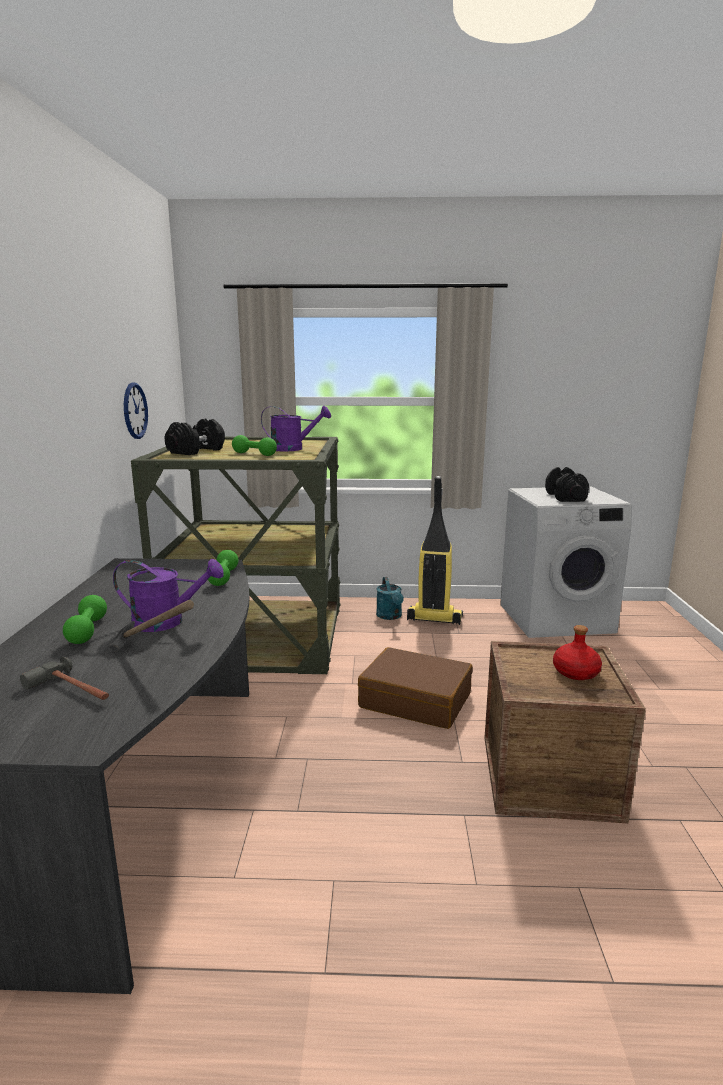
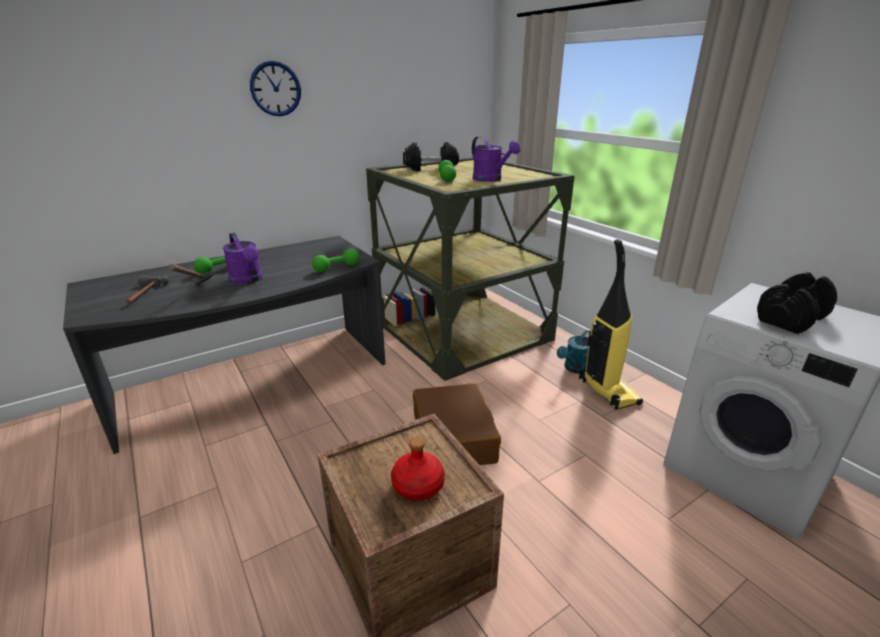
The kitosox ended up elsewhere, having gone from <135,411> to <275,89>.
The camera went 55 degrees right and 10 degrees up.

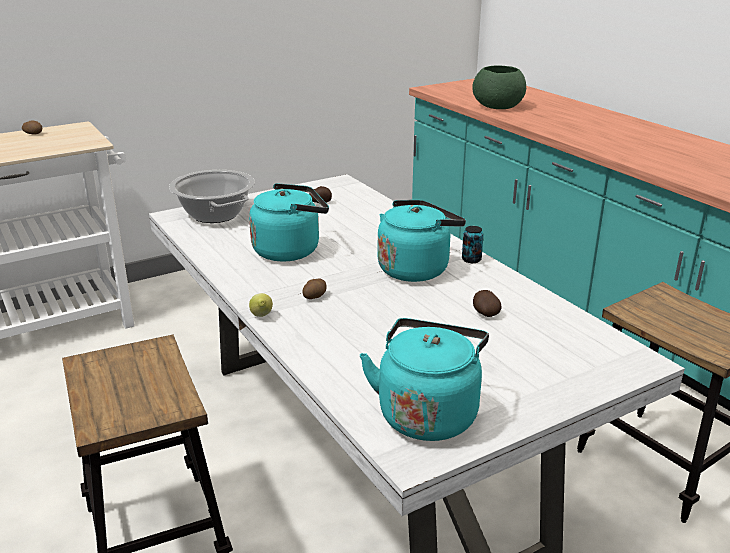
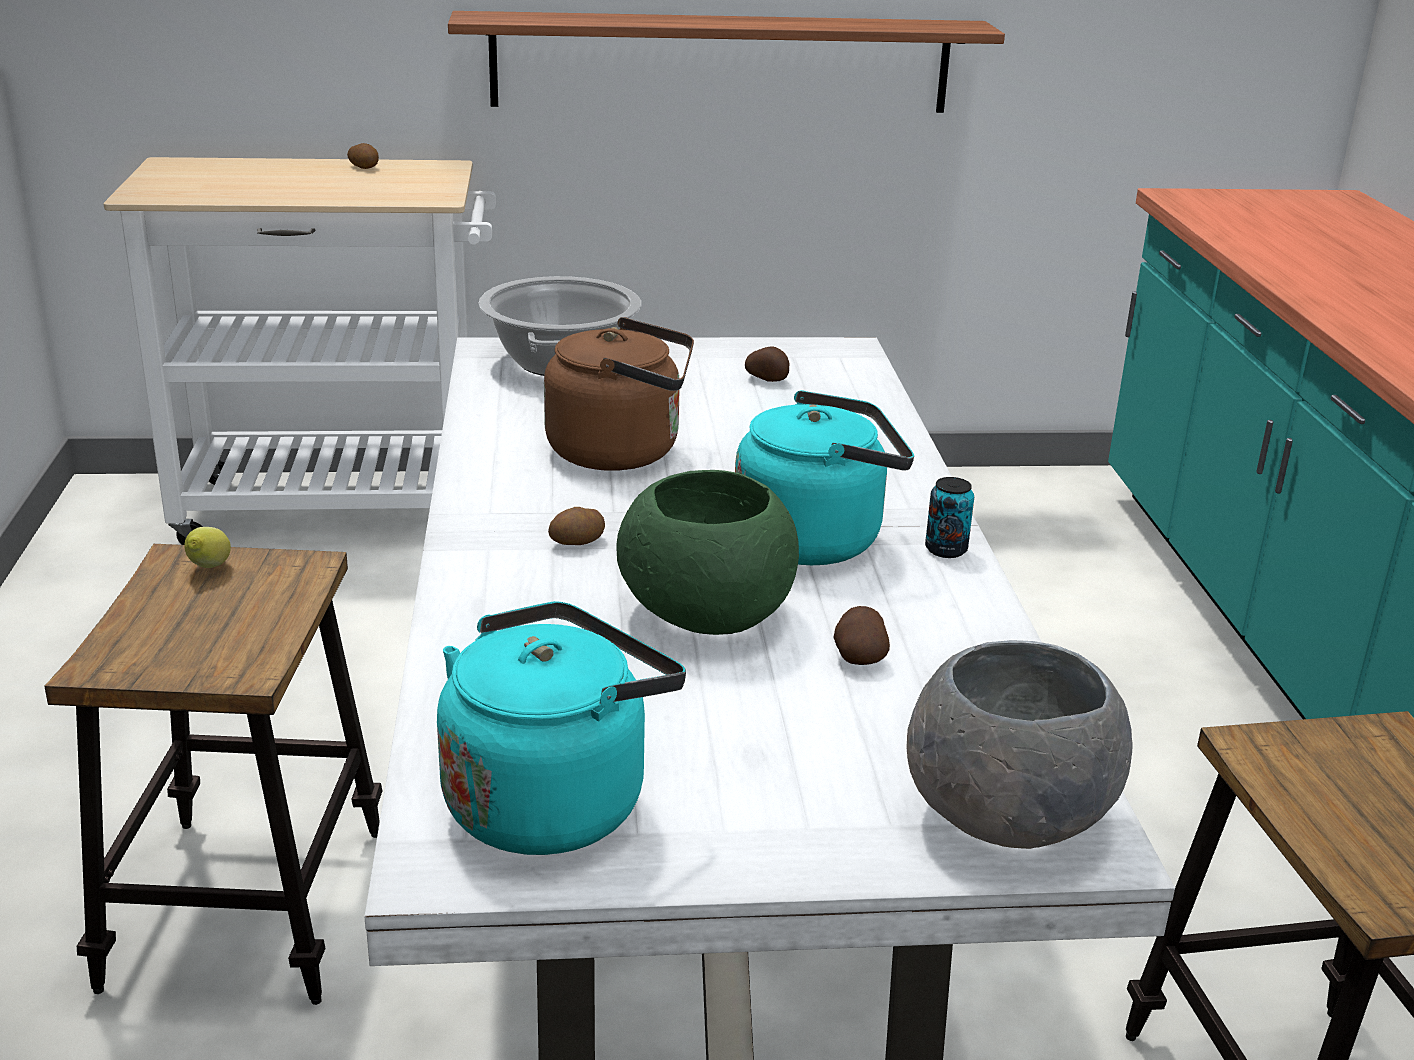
The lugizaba ended up elsewhere, having gone from <261,316> to <208,568>.
The second view gained the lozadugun at <721,63>.
What was the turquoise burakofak at <290,250> turned into the brown burakofak at <622,452>.
The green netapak ended up elsewhere, having gone from <496,107> to <704,612>.
The second view gained the grey netapak at <1006,816>.
The camera went 25 degrees right and 0 degrees up.

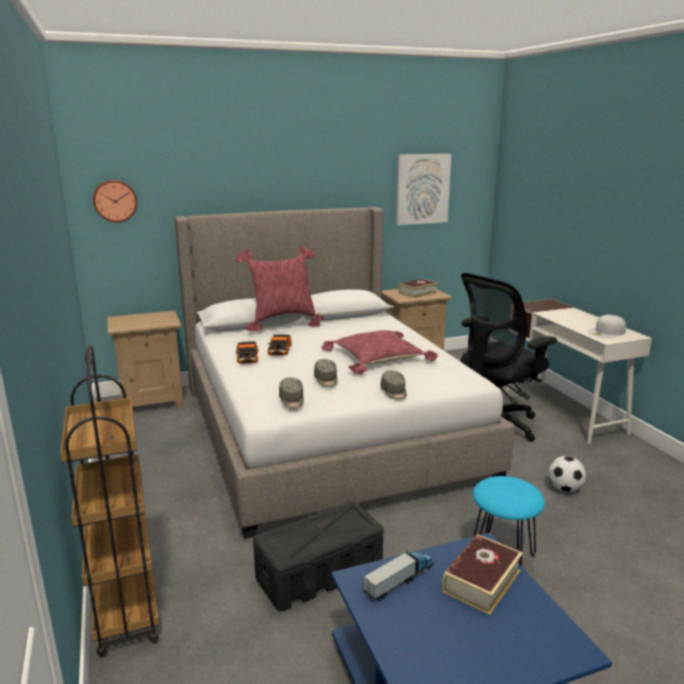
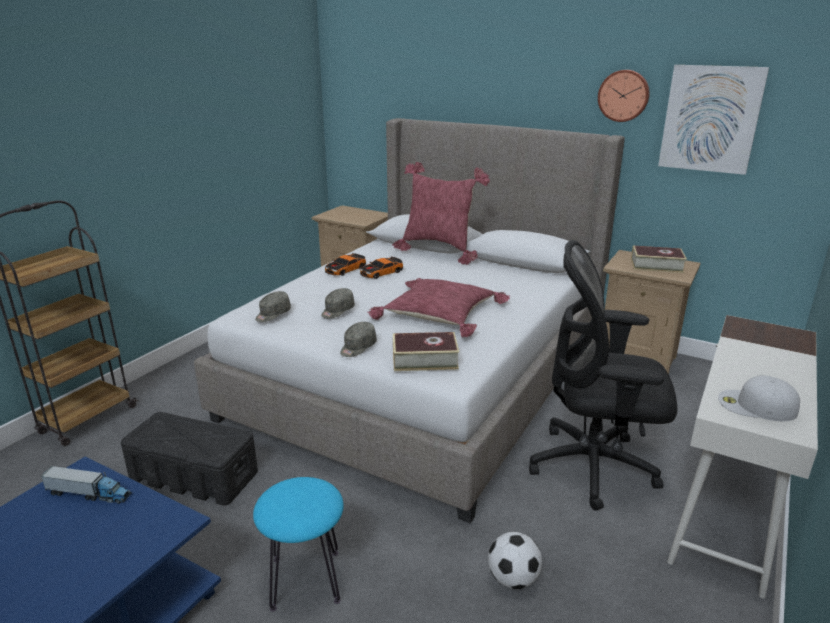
The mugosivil ended up elsewhere, having gone from <481,581> to <424,359>.
The kitosox ended up elsewhere, having gone from <115,201> to <623,95>.
The camera went 50 degrees right and 5 degrees up.

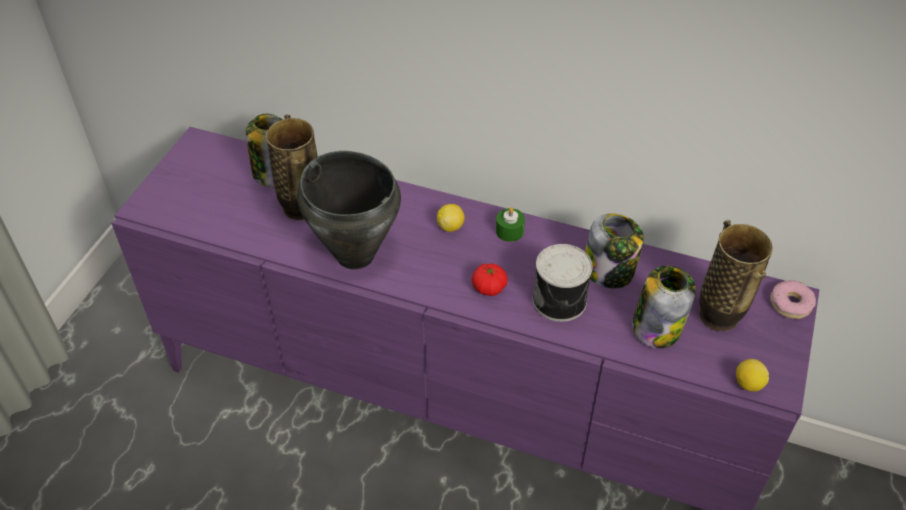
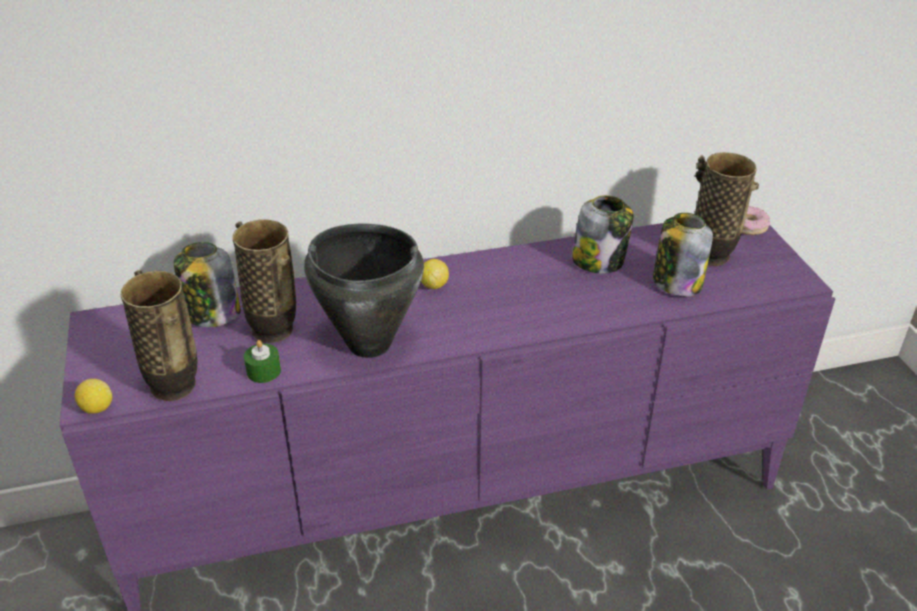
The lugizaba ended up elsewhere, having gone from <748,384> to <97,408>.
The second view gained the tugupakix at <174,386>.
The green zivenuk ended up elsewhere, having gone from <509,231> to <263,371>.
The second view lost the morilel at <489,287>.
The second view lost the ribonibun at <561,300>.
The camera went 35 degrees left and 10 degrees down.

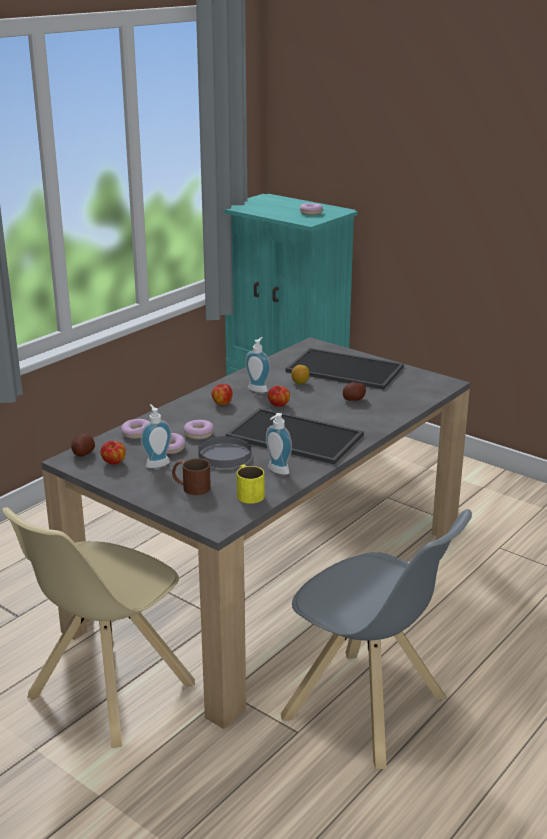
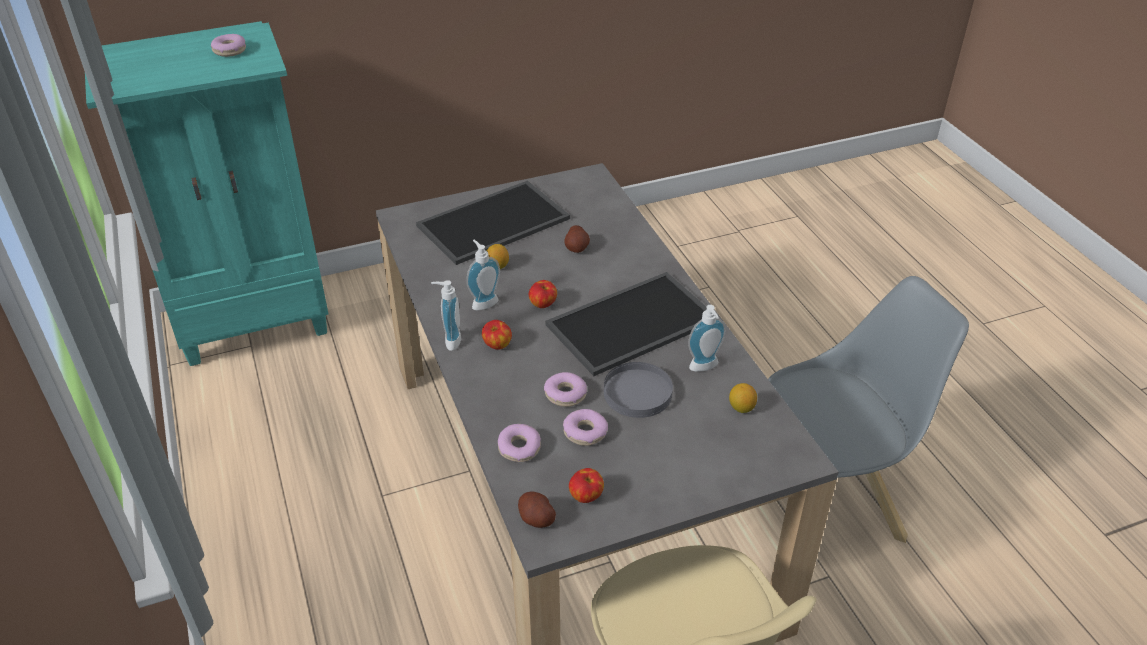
The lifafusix ended up elsewhere, having gone from <156,463> to <449,340>.
Where the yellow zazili stood at <248,493>, the lugizaba came to stand at <741,408>.
The second view lost the brown zazili at <190,486>.
The camera went 60 degrees left and 15 degrees up.

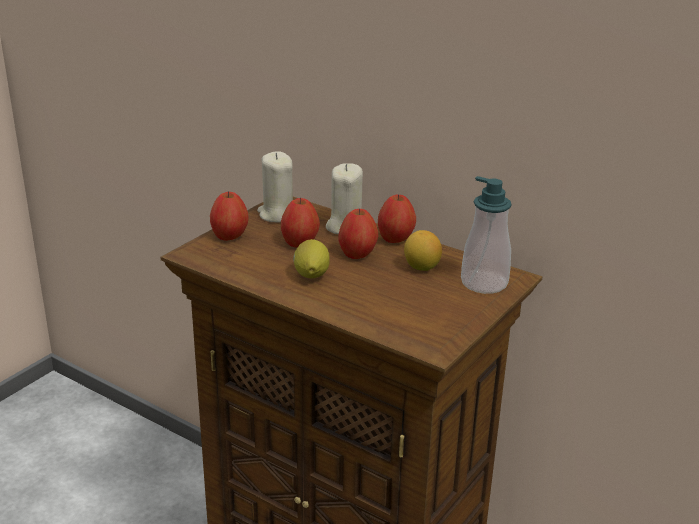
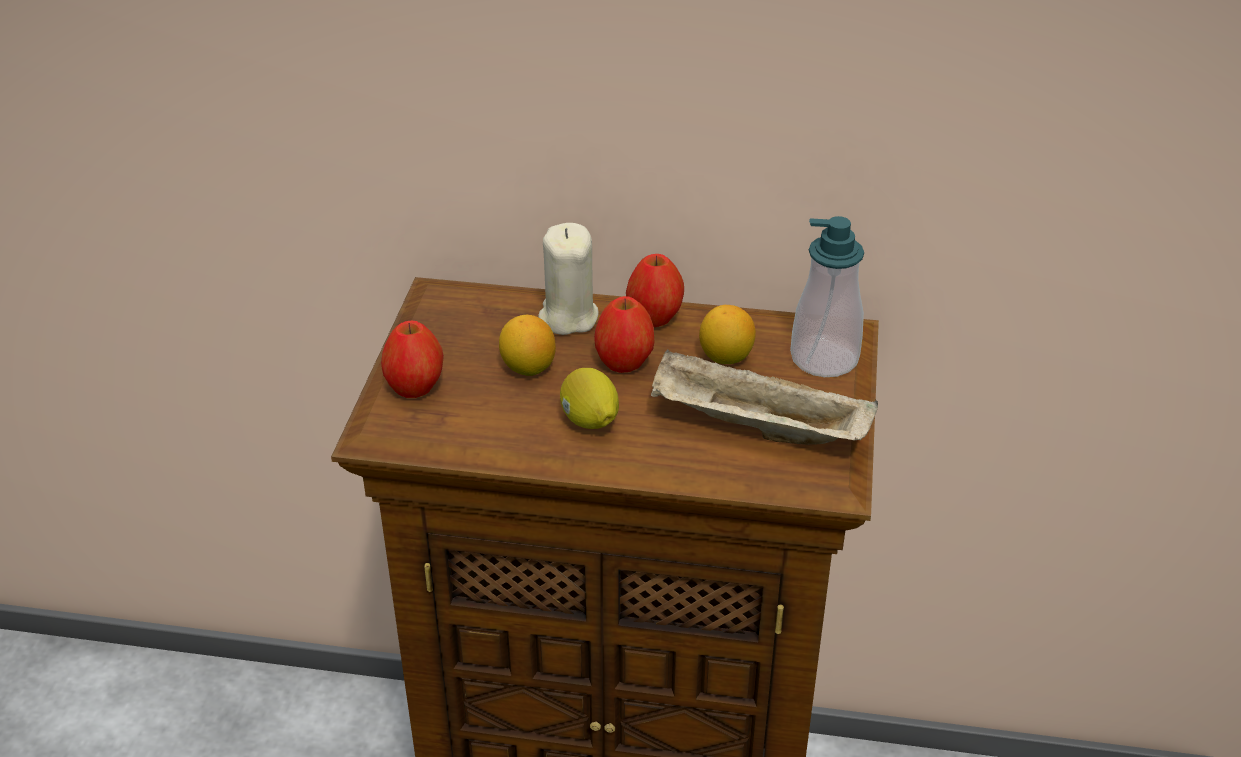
Where the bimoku stood at <300,243>, the lugizaba came to stand at <528,368>.
The second view gained the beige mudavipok at <754,428>.
The second view lost the beige zivenuk at <277,214>.
The camera went 25 degrees left and 10 degrees up.

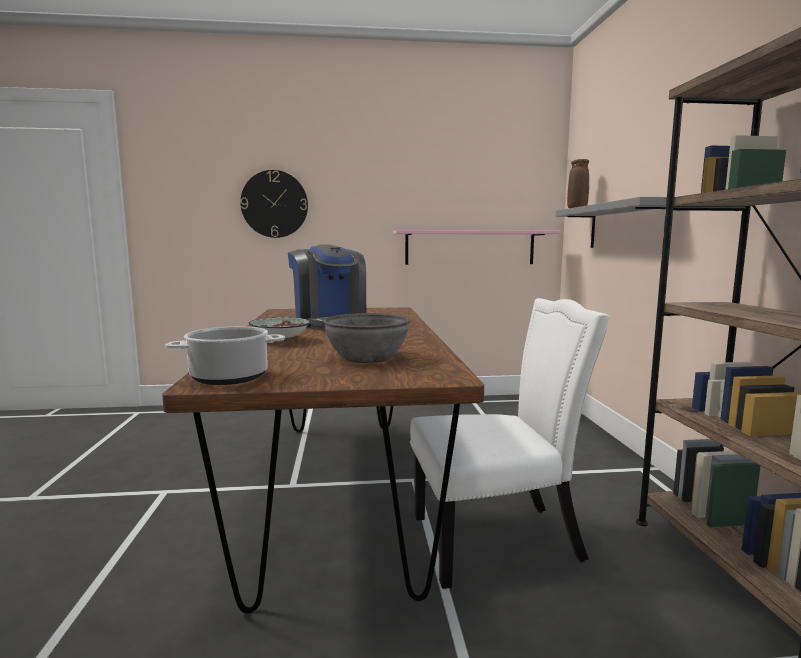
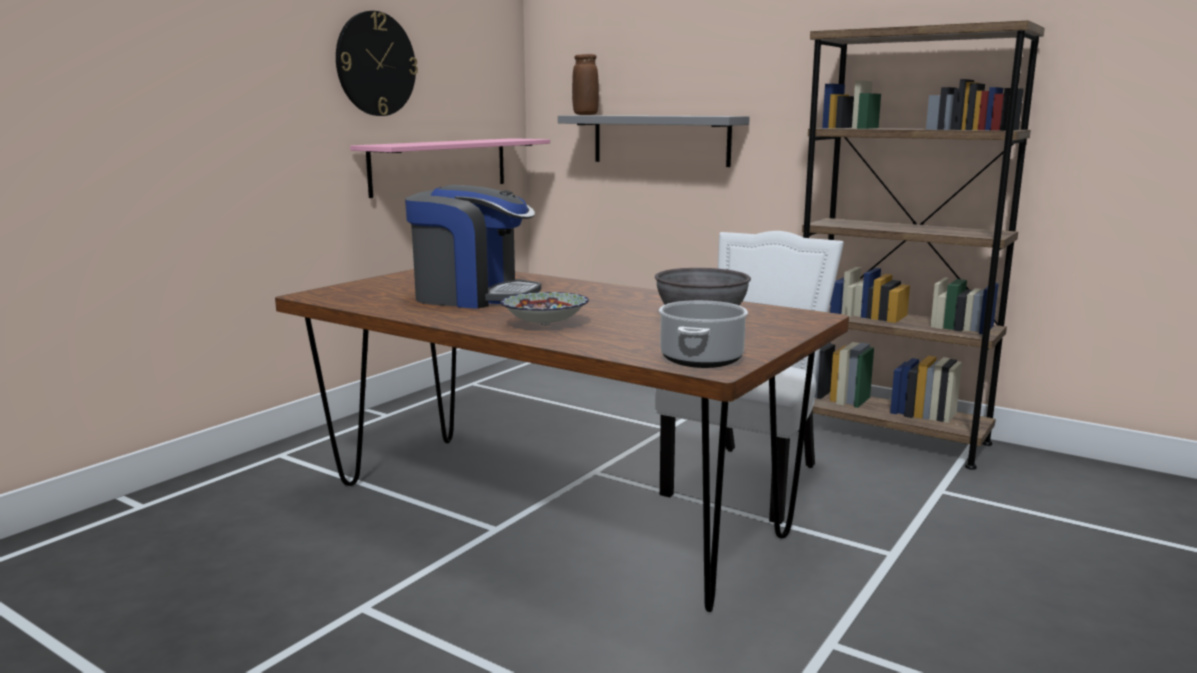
The kitosox ended up elsewhere, having gone from <274,204> to <375,64>.
The camera went 50 degrees left and 5 degrees up.

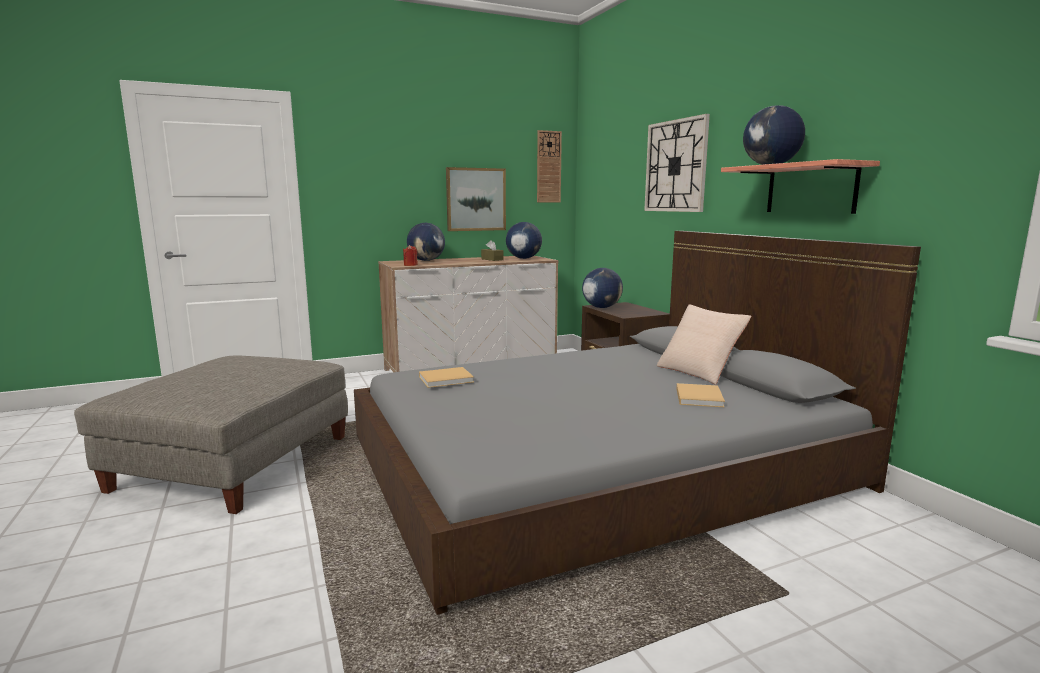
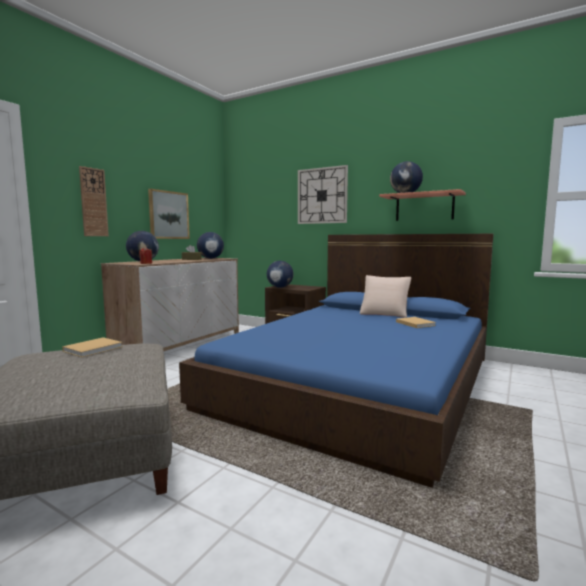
The beige mugosivil ended up elsewhere, having gone from <447,379> to <94,348>.
The kitosox ended up elsewhere, having gone from <548,167> to <93,202>.
What was the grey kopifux at <598,466> turned into the blue kopifux at <360,380>.
The camera went 35 degrees left and 5 degrees down.

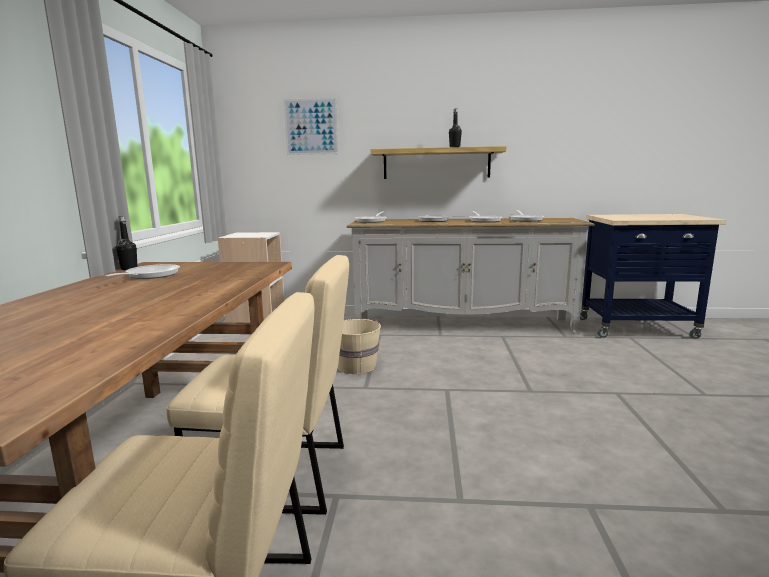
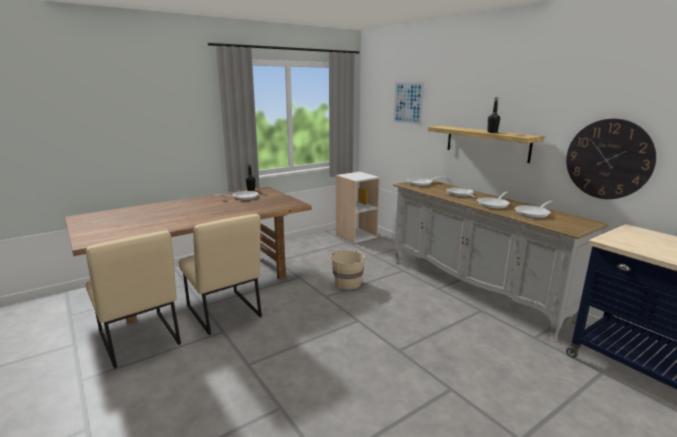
The second view gained the kitosox at <608,159>.
The camera went 50 degrees right and 5 degrees up.

